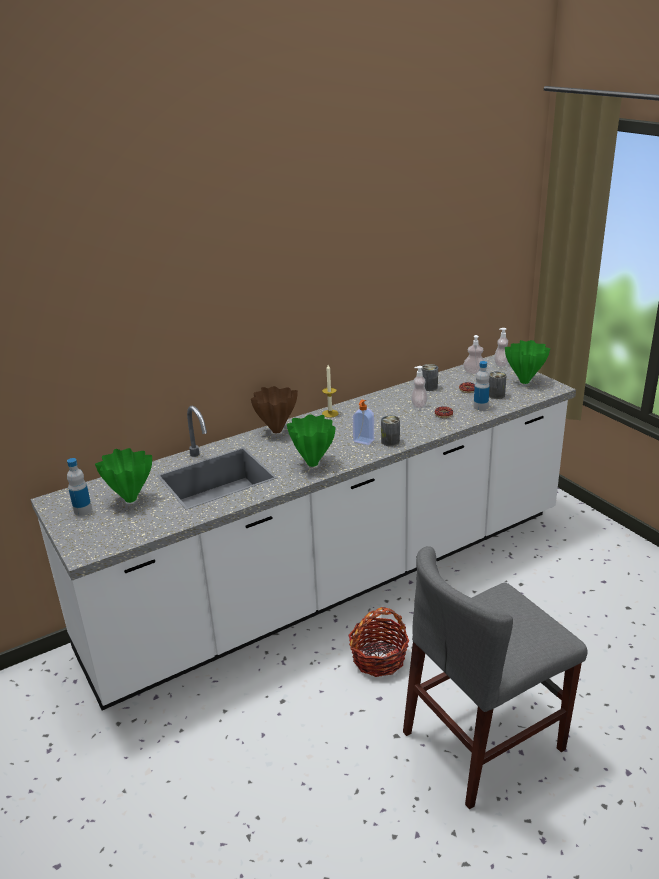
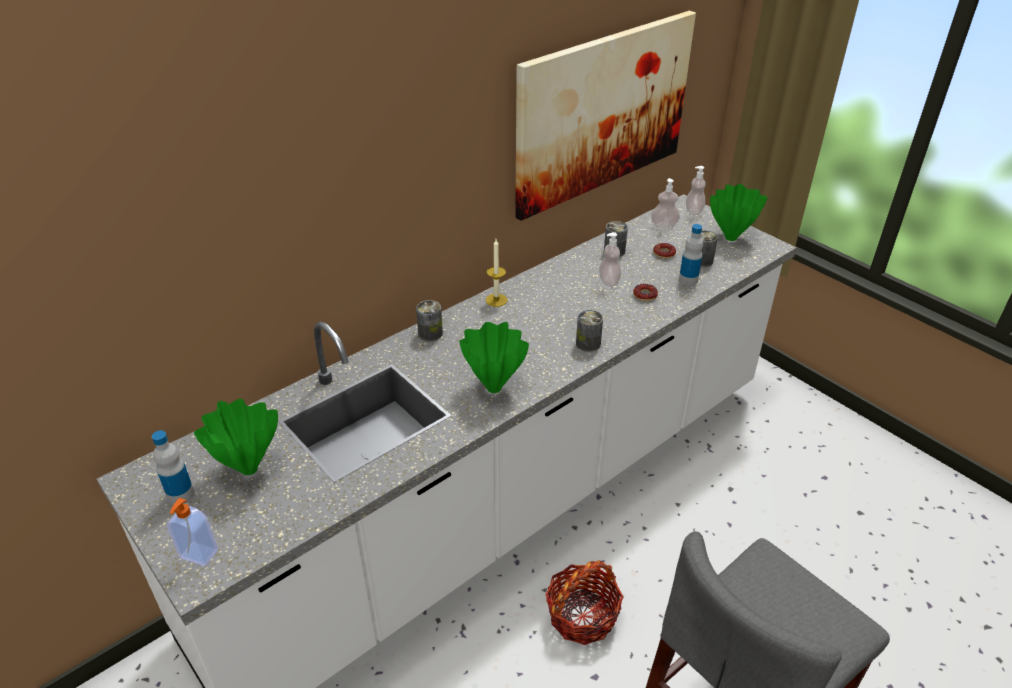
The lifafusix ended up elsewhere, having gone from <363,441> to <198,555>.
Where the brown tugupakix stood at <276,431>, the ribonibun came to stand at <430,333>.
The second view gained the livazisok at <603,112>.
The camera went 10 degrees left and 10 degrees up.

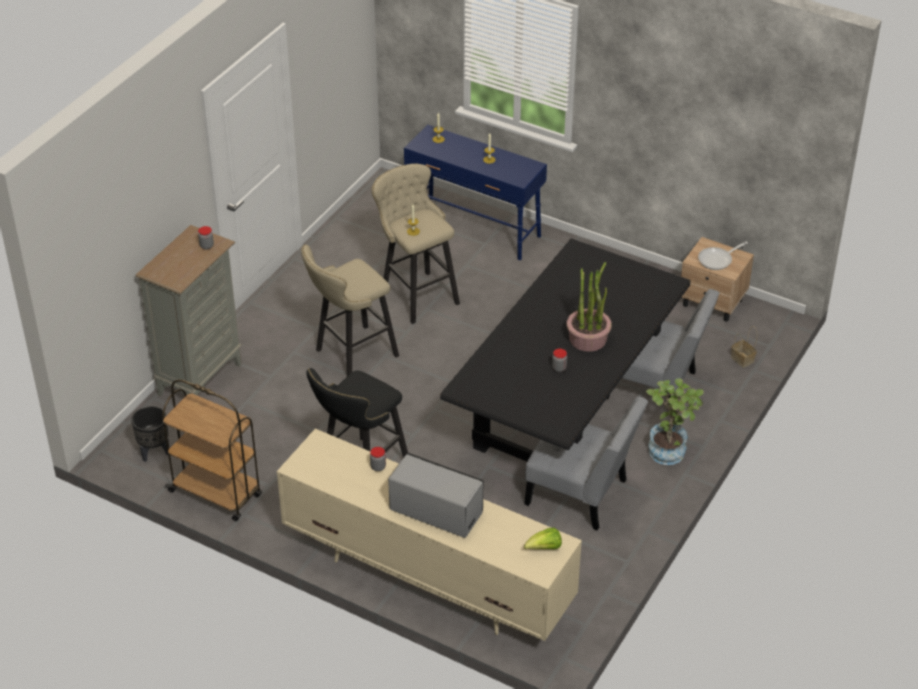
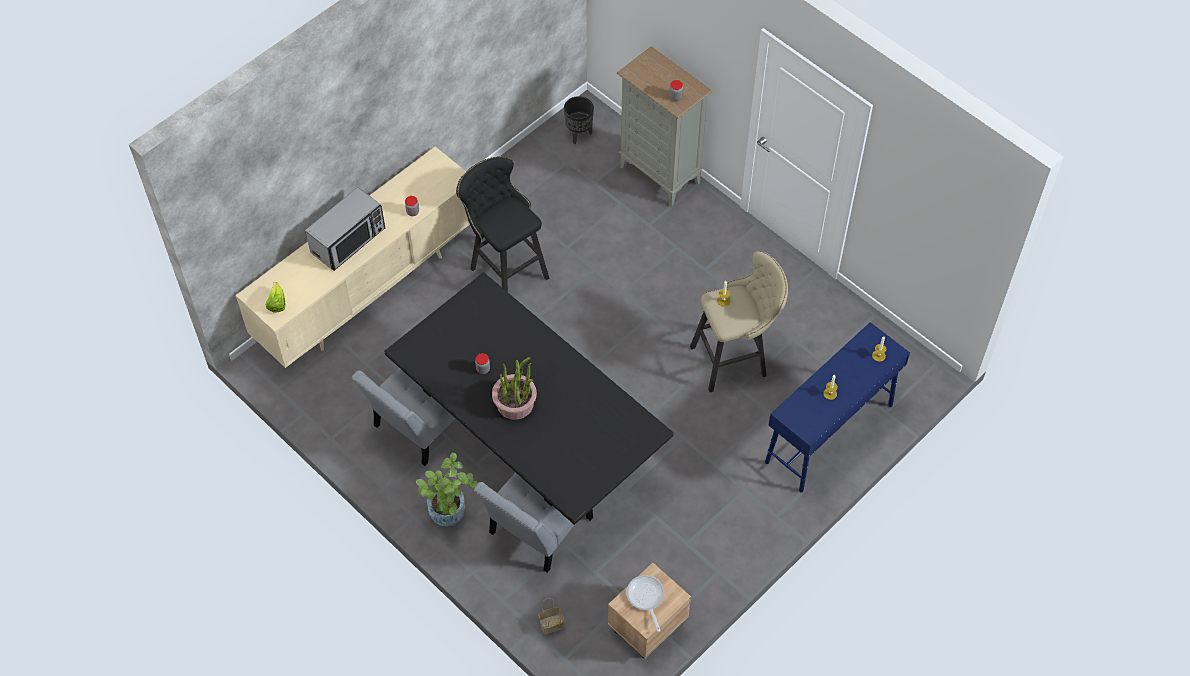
The second view lost the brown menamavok at <216,494>.
The second view lost the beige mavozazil at <349,356>.
The camera went 105 degrees right and 15 degrees up.

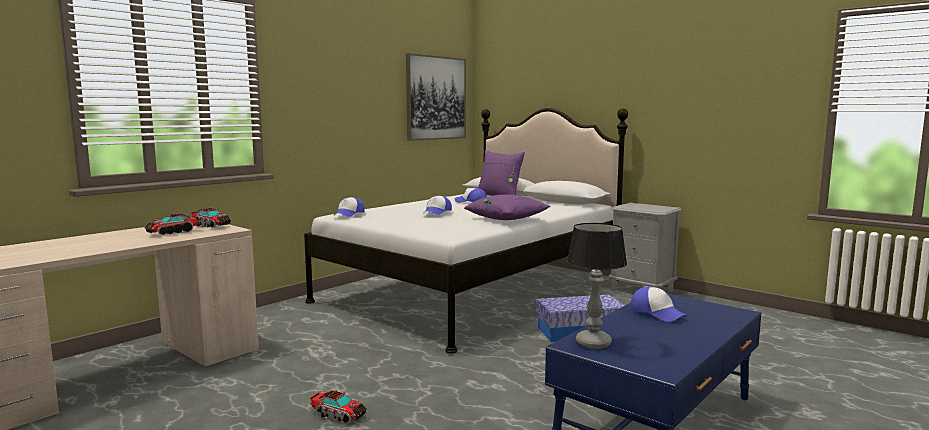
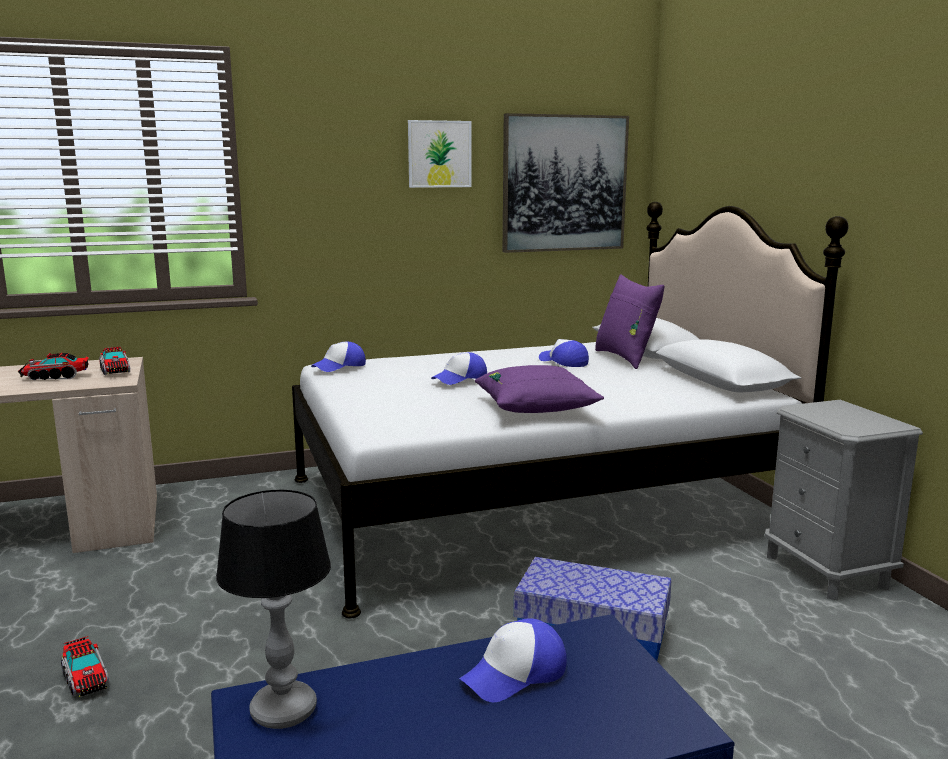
The second view gained the livazisok at <439,154>.
The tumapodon at <657,313> ended up facing another way, 60 degrees clockwise from before.
The camera went 30 degrees right and 5 degrees up.

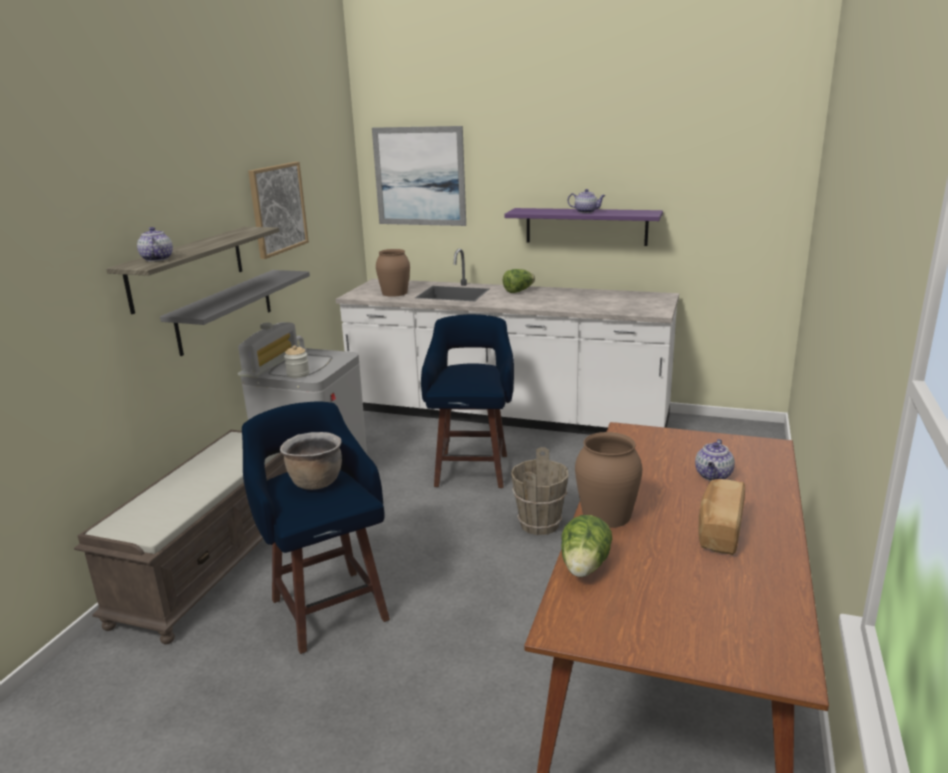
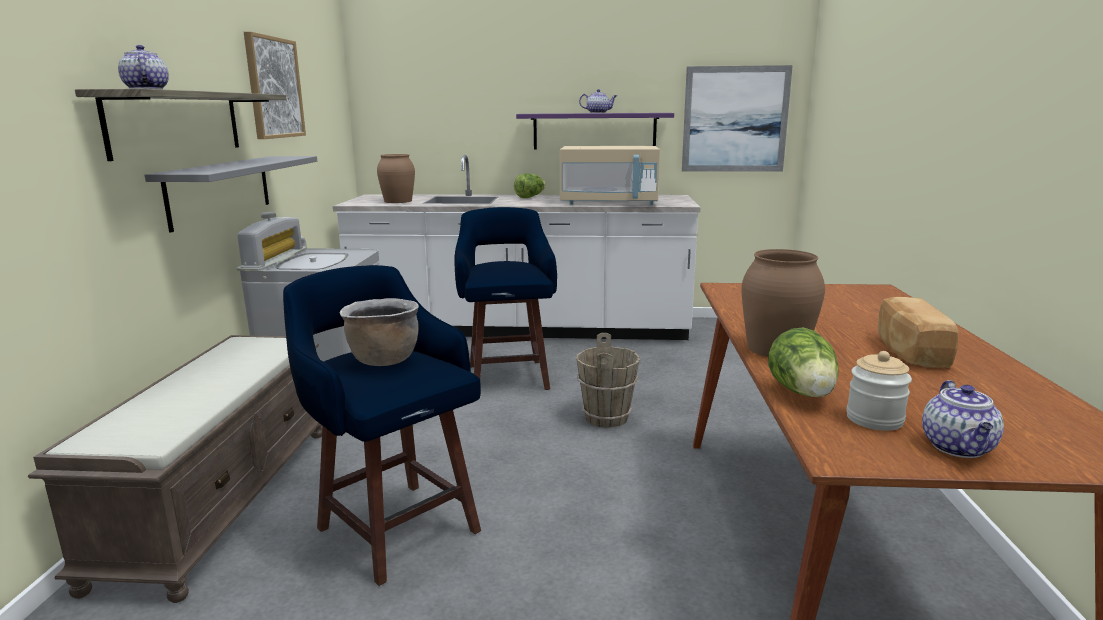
The second view gained the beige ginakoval at <609,203>.
The livazisok ended up elsewhere, having gone from <419,176> to <735,119>.
The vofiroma ended up elsewhere, having gone from <298,374> to <874,419>.
The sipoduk ended up elsewhere, having gone from <713,476> to <958,448>.
The camera went 15 degrees left and 5 degrees down.

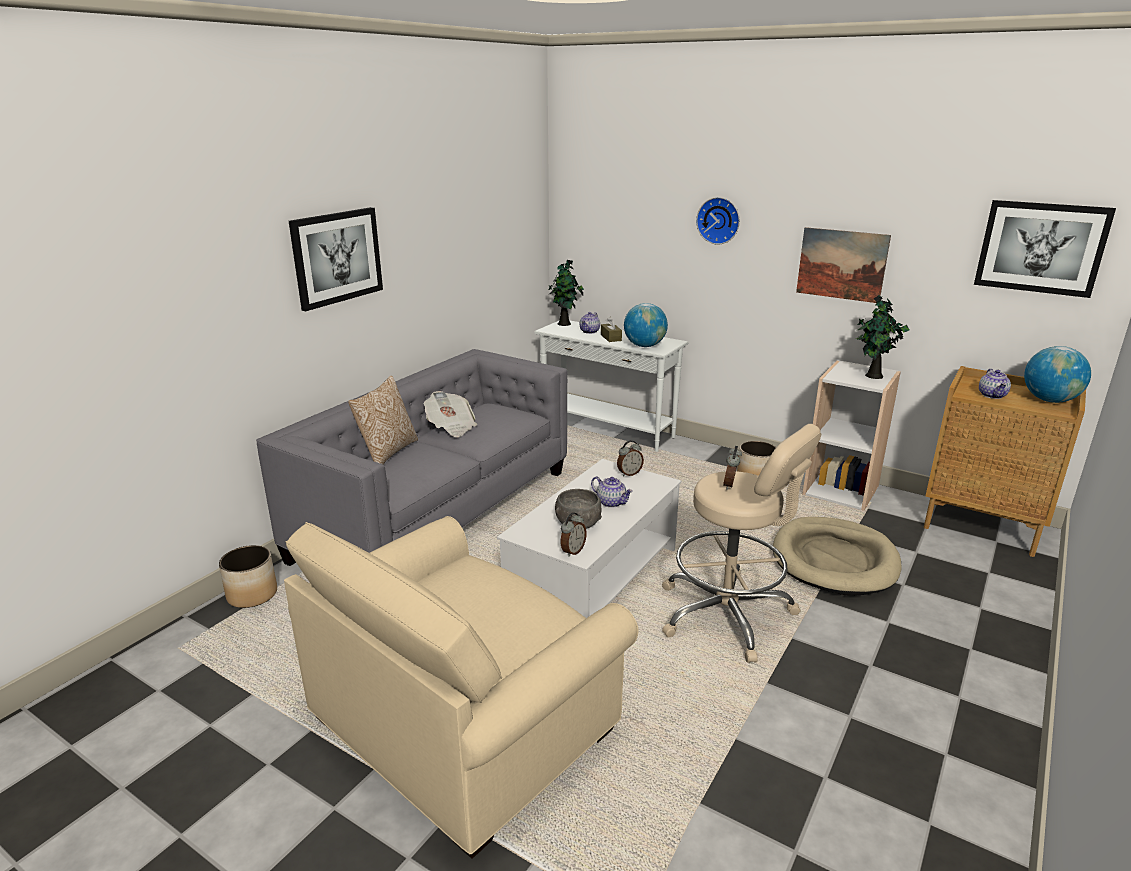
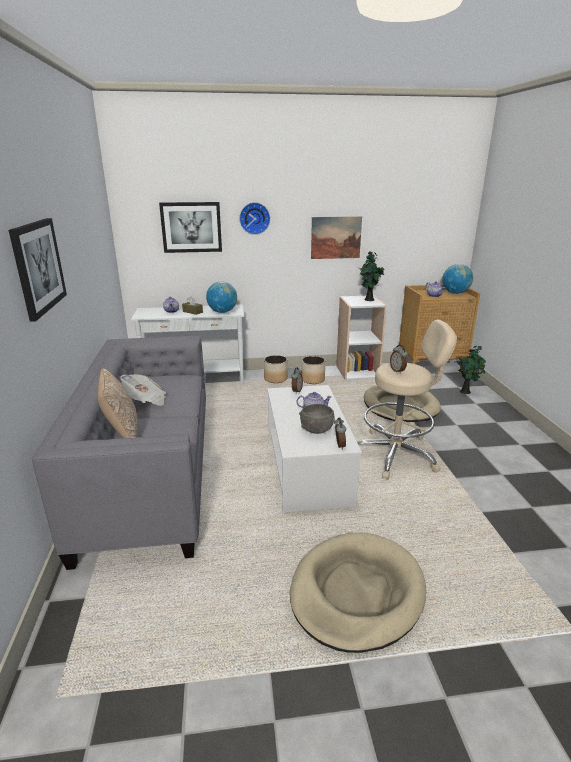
The livazisok ended up elsewhere, having gone from <1041,247> to <191,227>.
The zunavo ended up elsewhere, having gone from <252,594> to <275,379>.
Where the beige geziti stood at <463,721>, the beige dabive came to stand at <356,593>.
The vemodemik ended up elsewhere, having gone from <565,324> to <466,391>.
The camera went 40 degrees left and 0 degrees up.

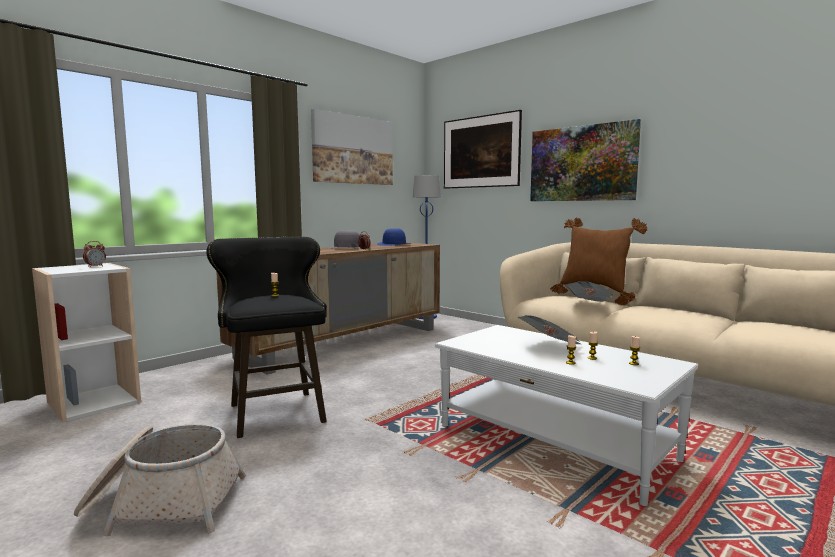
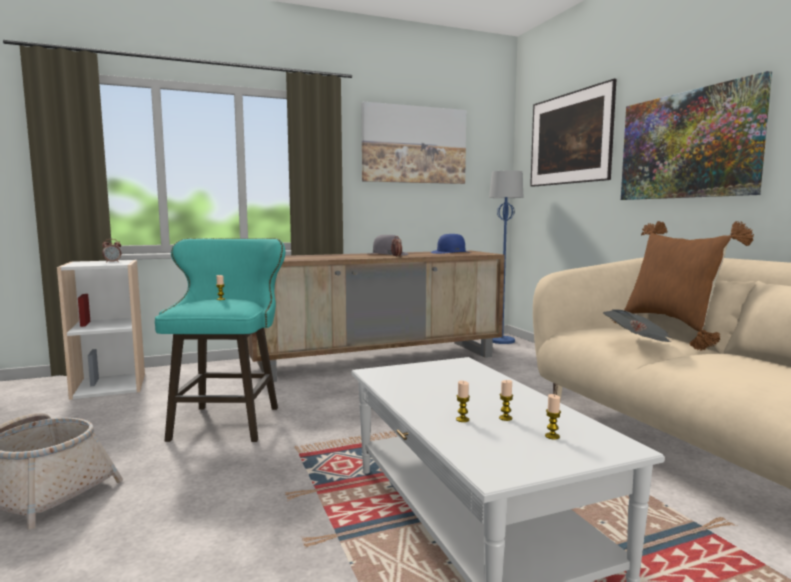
What was the black mavozazil at <275,411> turned into the turquoise mavozazil at <228,421>.
The second view lost the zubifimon at <551,347>.
The camera went 25 degrees right and 0 degrees up.

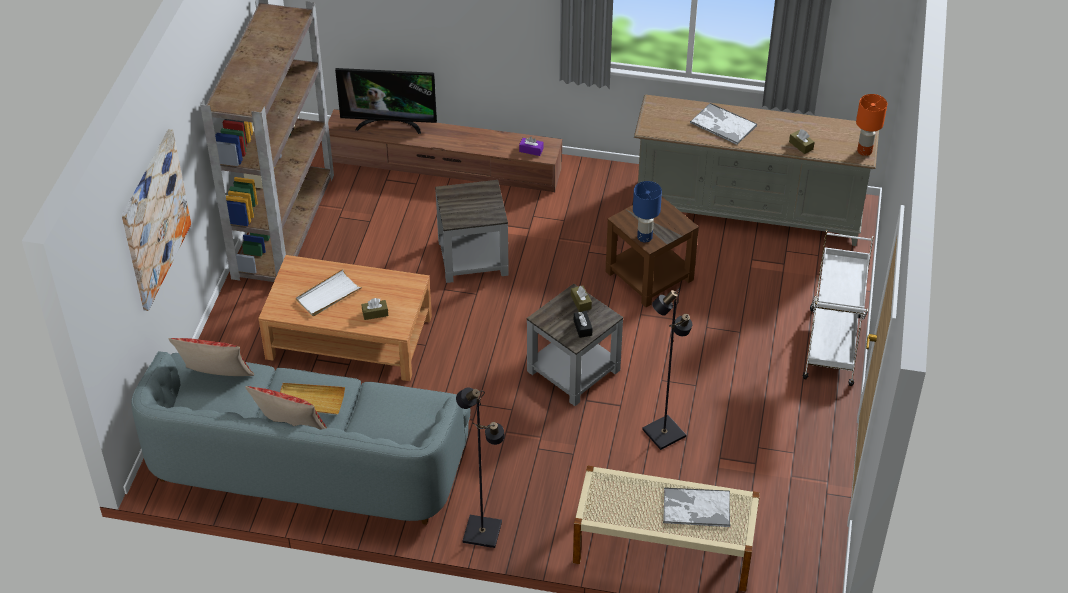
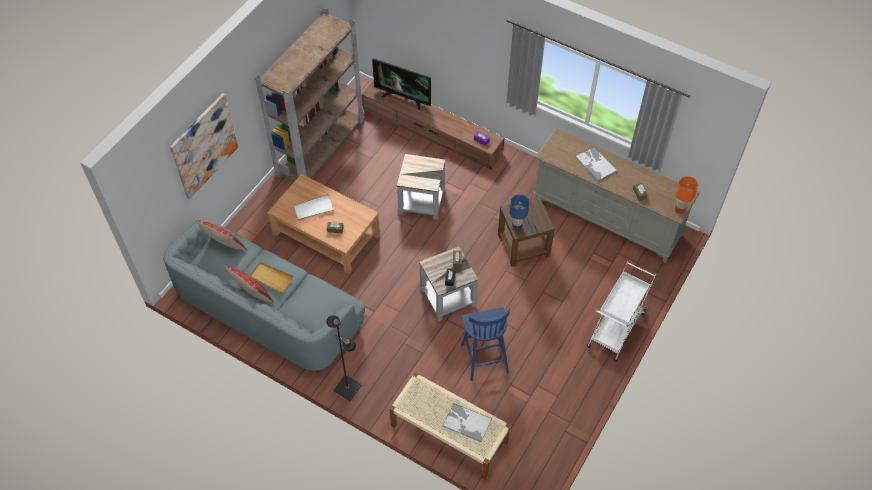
Where the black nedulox stood at <664,433>, the blue mavozazil came to stand at <484,357>.
The camera went 20 degrees right and 10 degrees up.

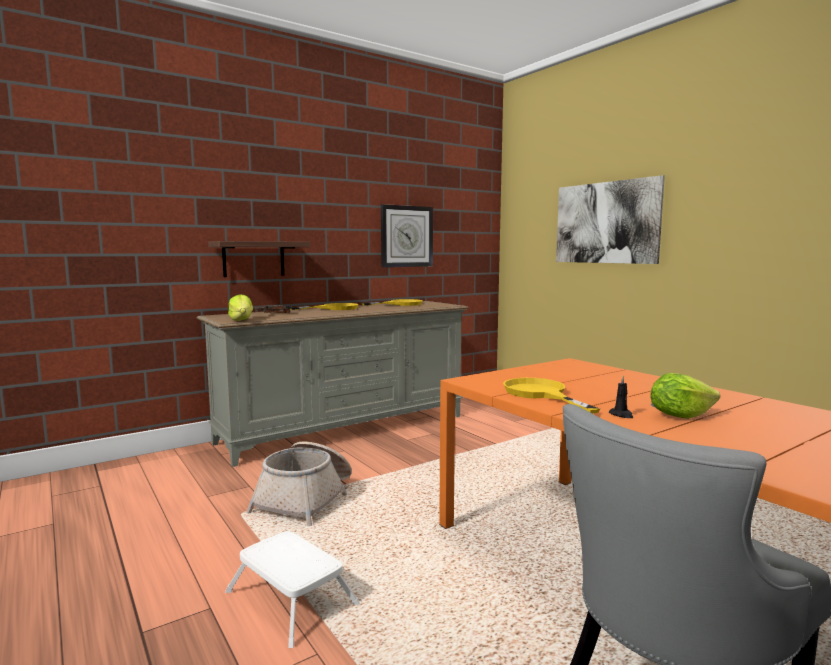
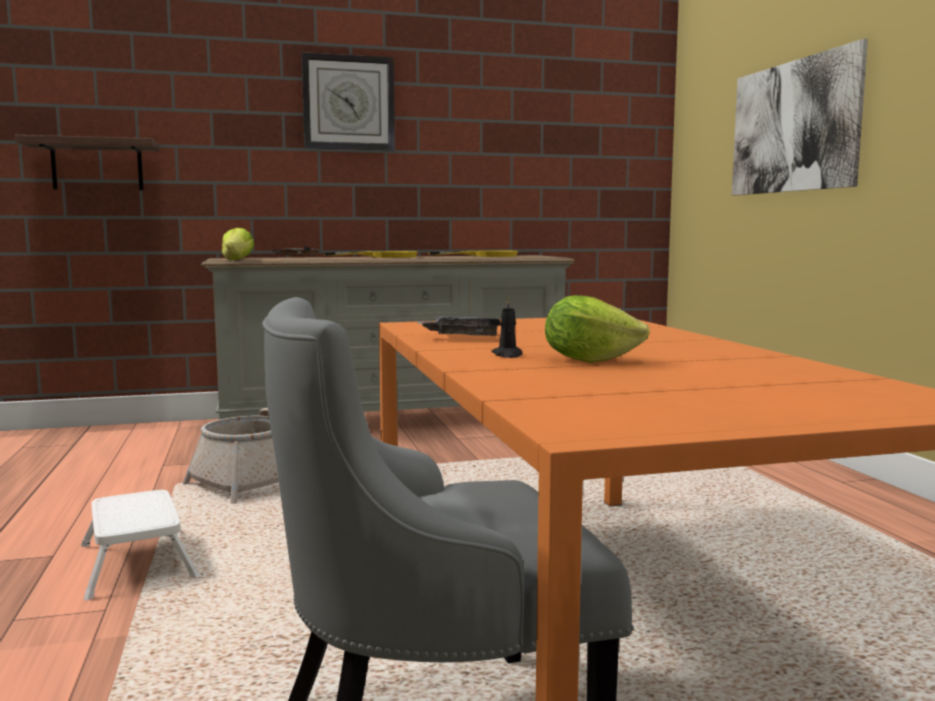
The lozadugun ended up elsewhere, having gone from <253,259> to <97,166>.
The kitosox ended up elsewhere, having gone from <406,236> to <348,103>.
Where the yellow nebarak stood at <541,394>, the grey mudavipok came to stand at <463,337>.
The camera went 20 degrees right and 0 degrees up.

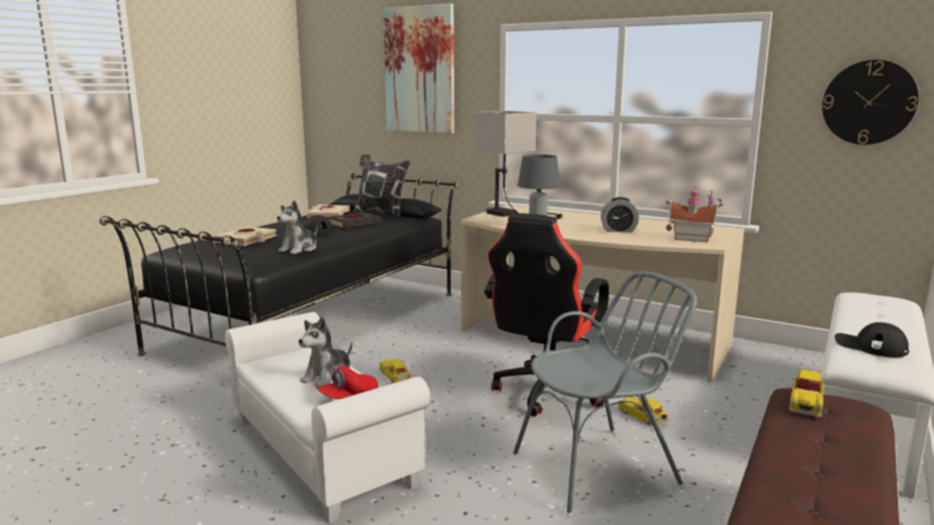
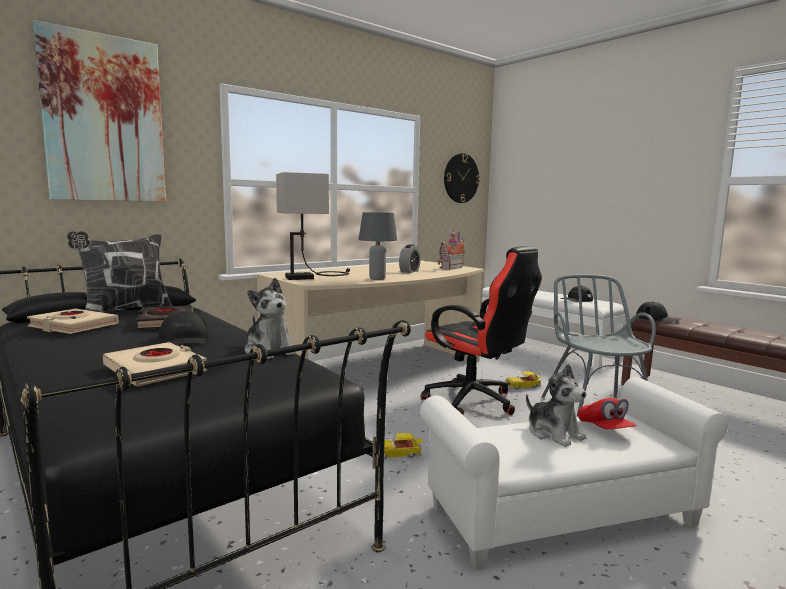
Where the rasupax stood at <806,403>, the black tumapodon came to stand at <657,319>.
The camera went 70 degrees left and 5 degrees down.

